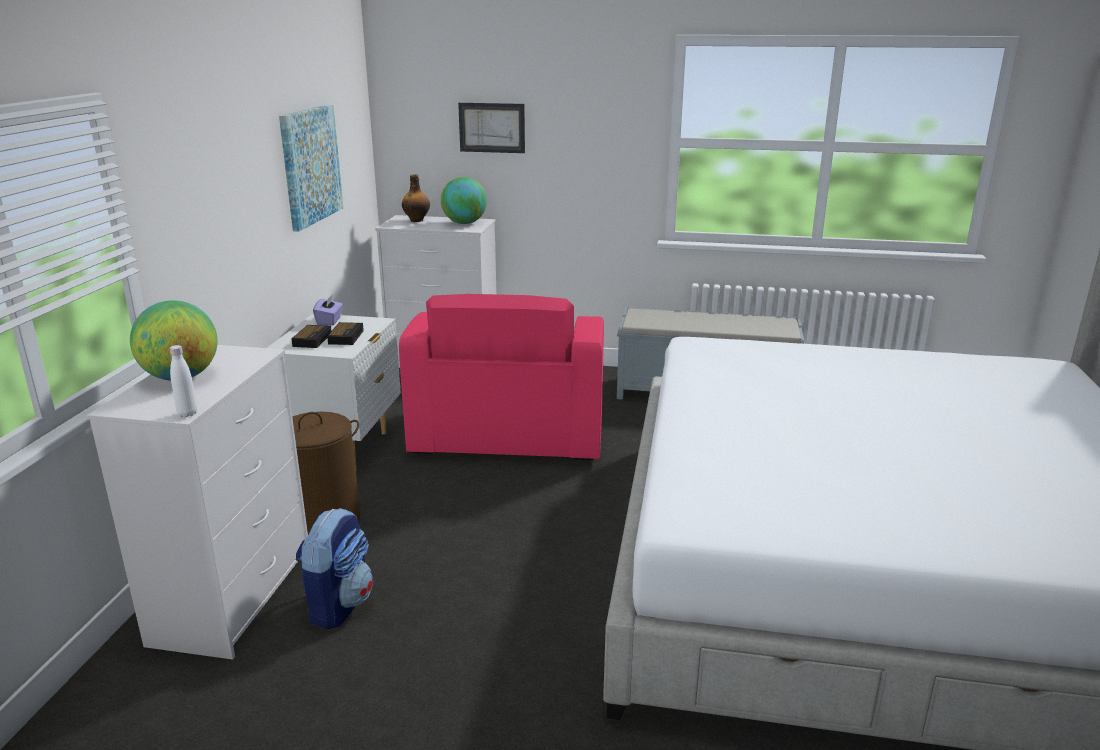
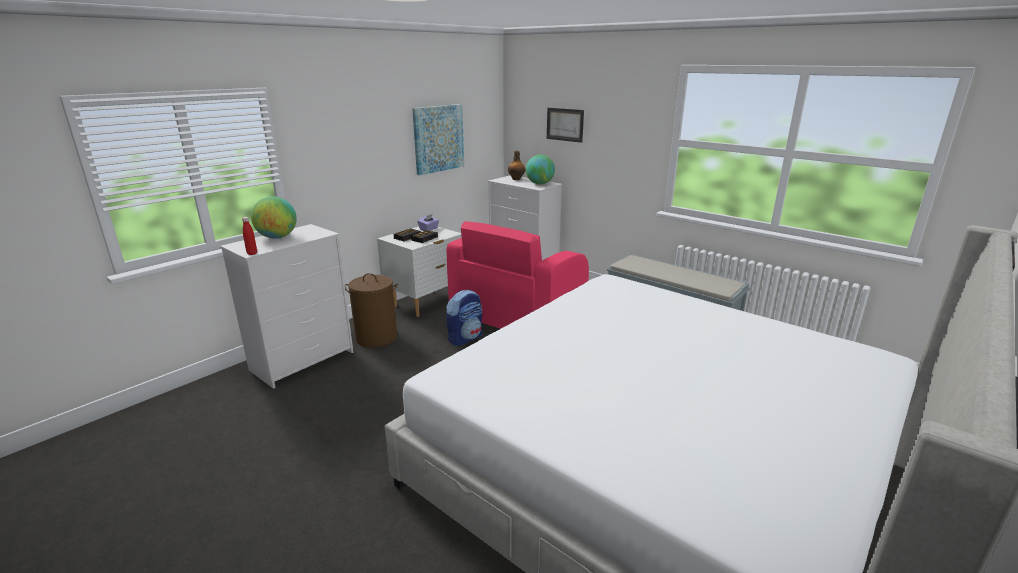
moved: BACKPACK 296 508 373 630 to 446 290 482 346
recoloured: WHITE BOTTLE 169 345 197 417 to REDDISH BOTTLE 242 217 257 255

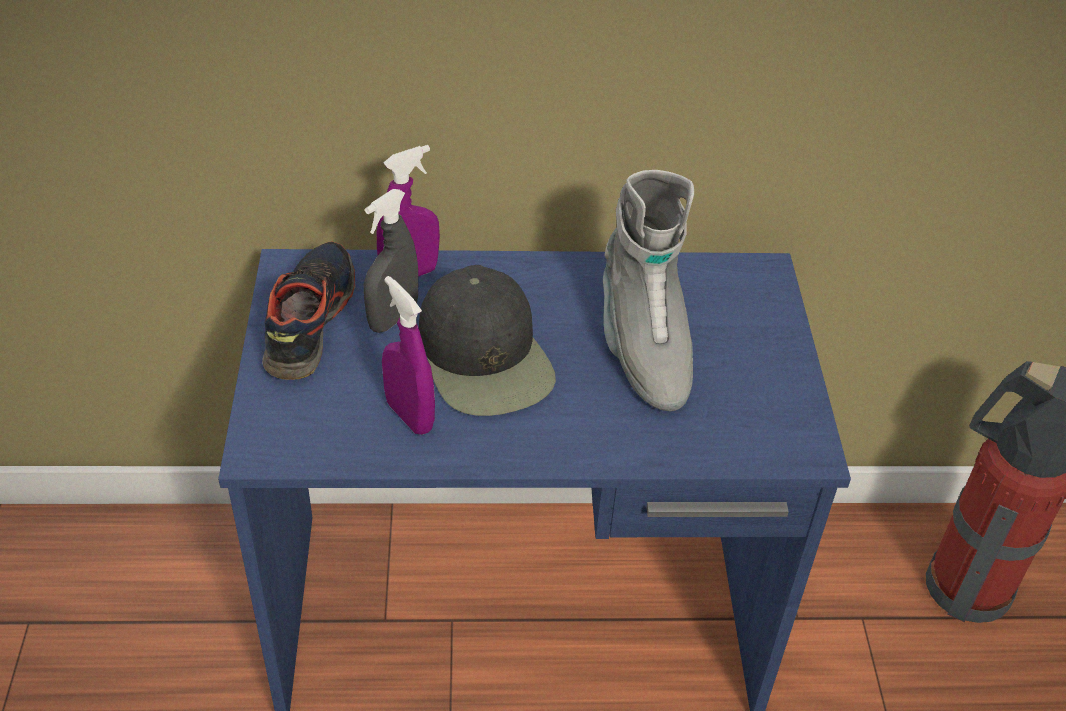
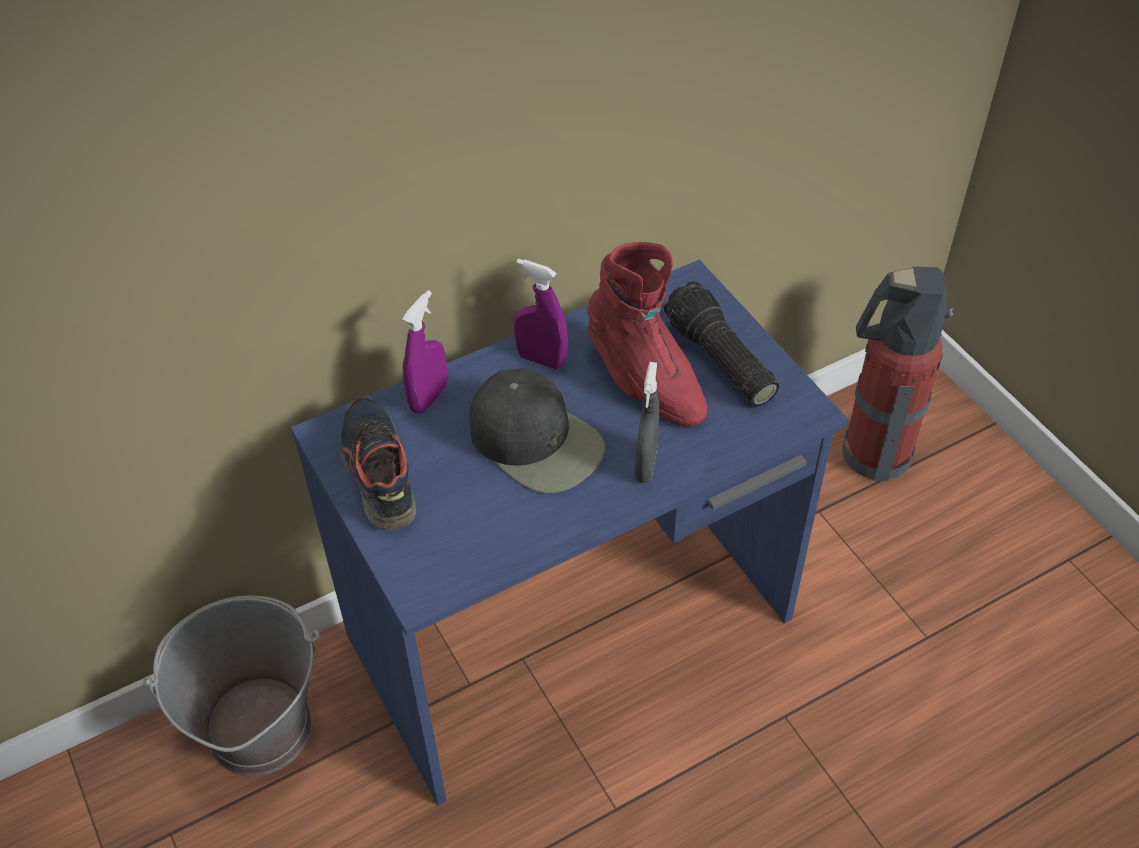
added: GREY PAIL 143 595 320 776; FLASHLIGHT 664 281 779 407
moved: PURPLE-COLOURED HAND SPRAYER 382 276 435 435 to 513 259 568 369; GREY HAND SPRAYER 364 189 418 333 to 635 362 659 483
recoloured: GREY TALL BOOT 603 170 694 411 to REDDISH TALL BOOT 587 242 707 426

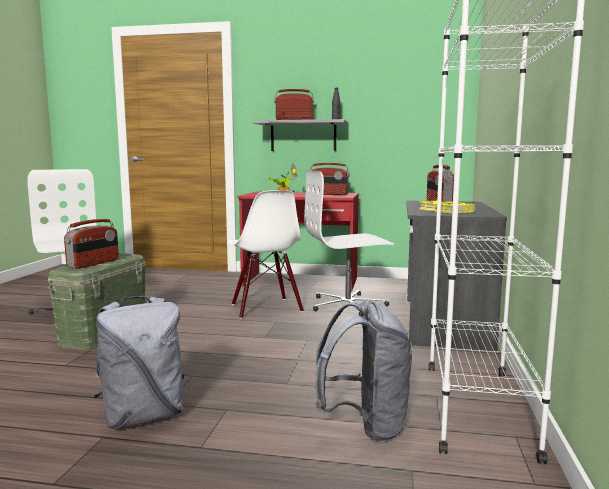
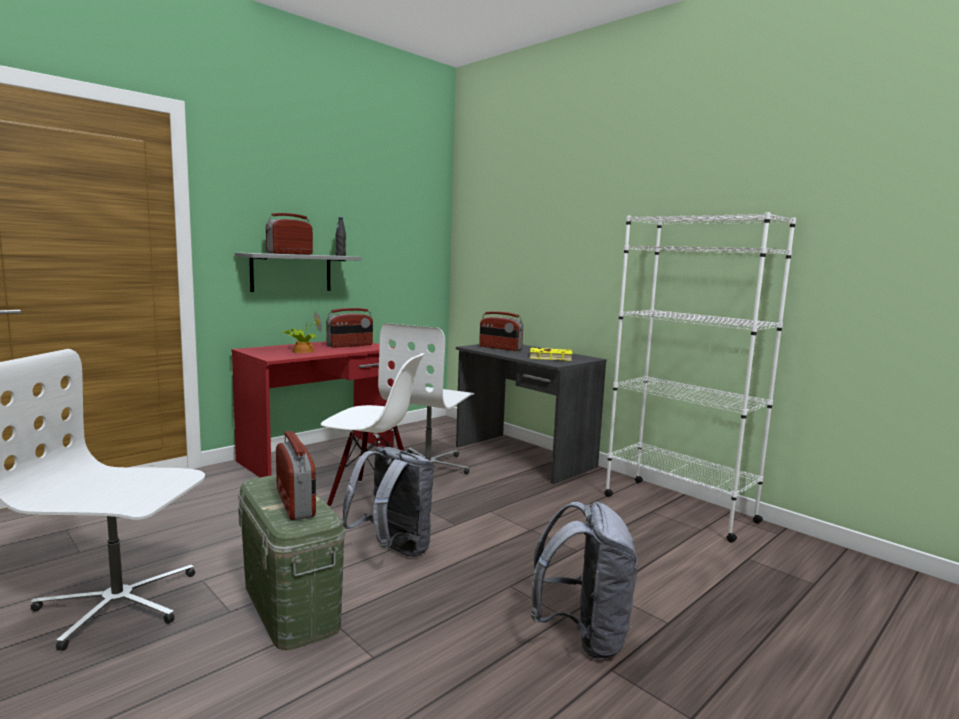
moved: GREY BACKPACK 316 301 412 442 to 342 447 434 557

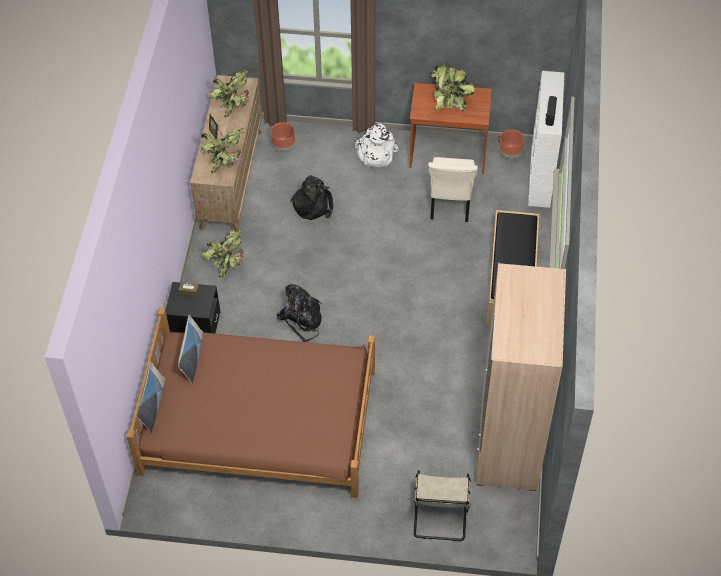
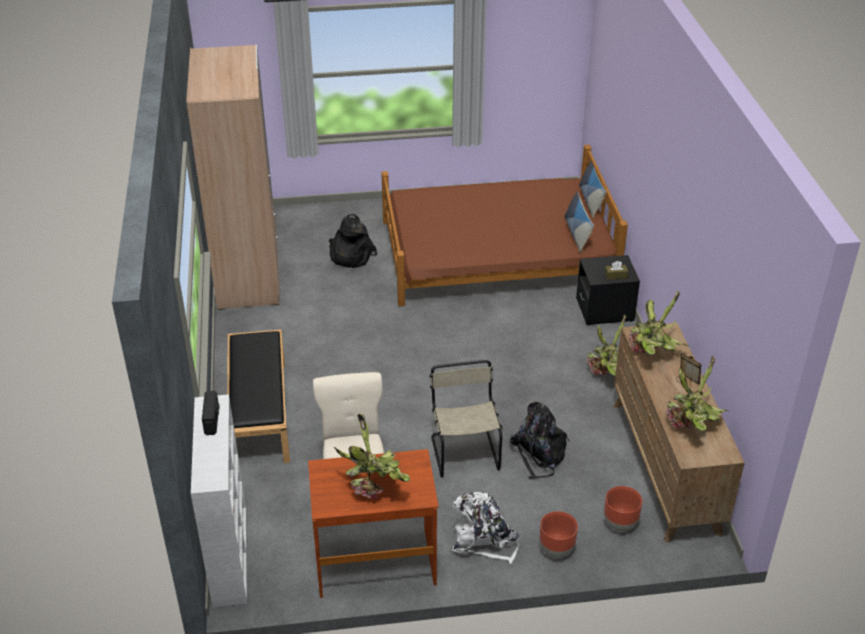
moved: BLACK-COLOURED BACKPACK 277 284 322 342 to 329 214 378 268; BEIGE-COLOURED CHAIR 414 470 471 541 to 429 360 502 477; BROWNISH PLANT POT 499 129 524 159 to 540 511 578 558

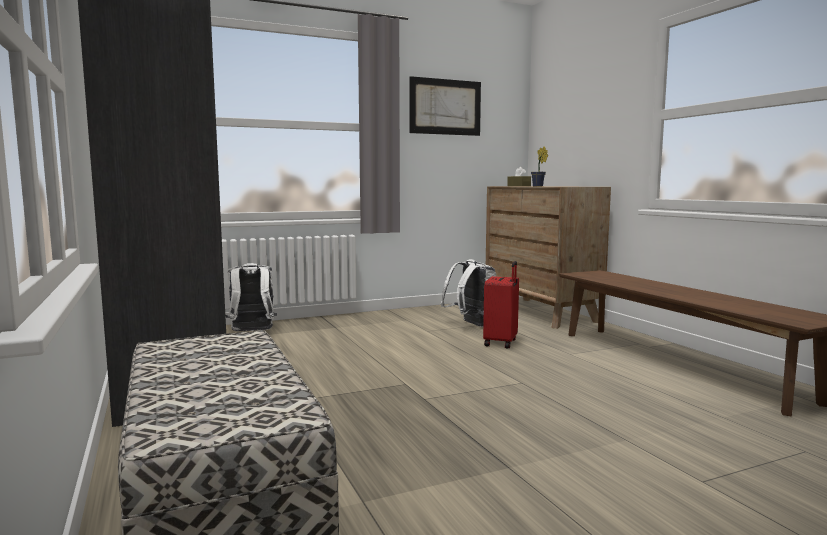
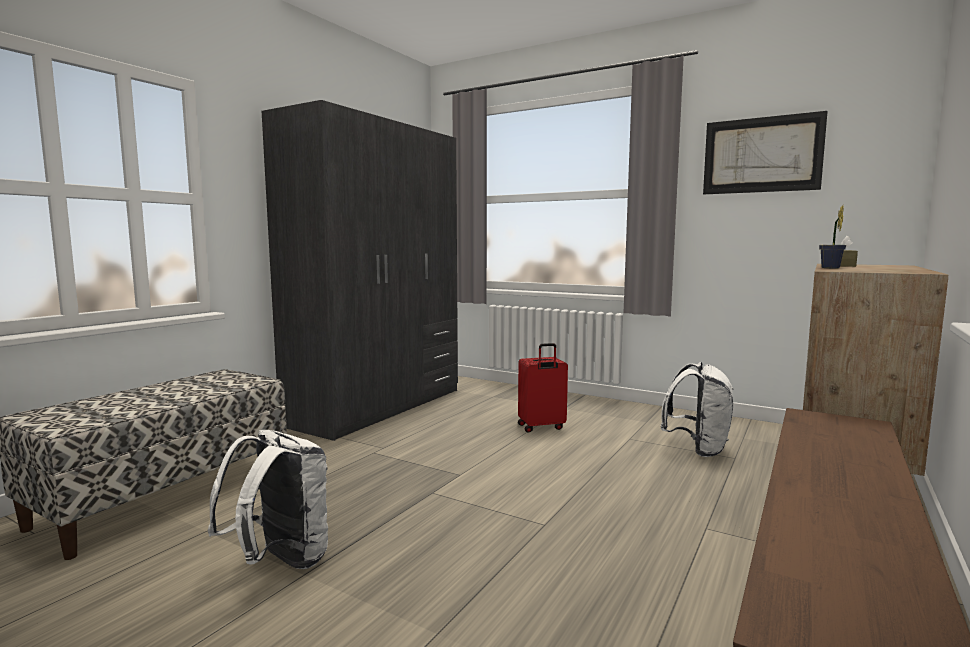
moved: WHITE BACKPACK 225 263 277 331 to 208 430 328 569; REDDISH PIECE OF LUGGAGE 483 261 519 349 to 518 343 568 433

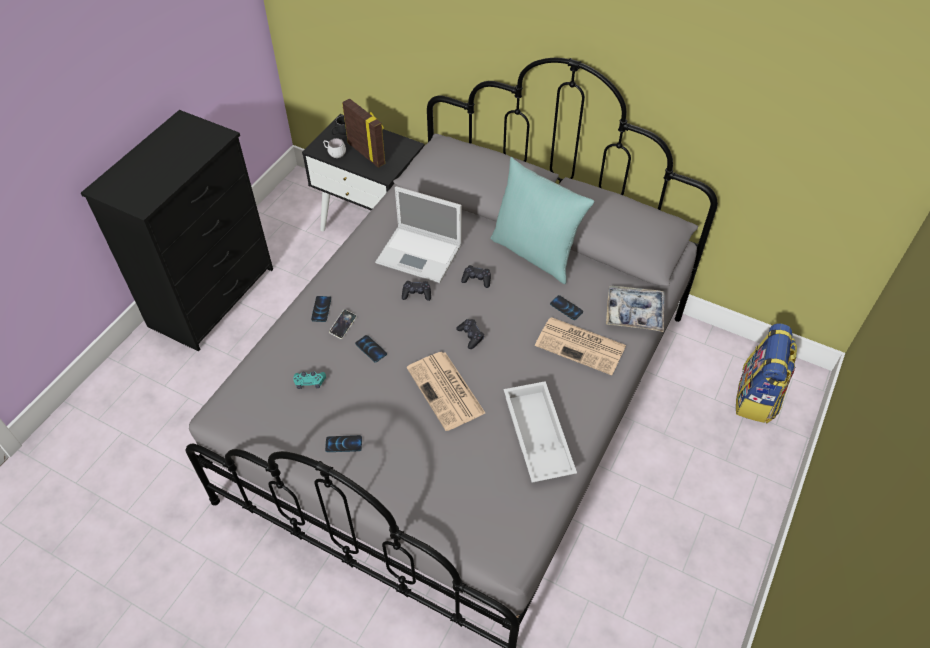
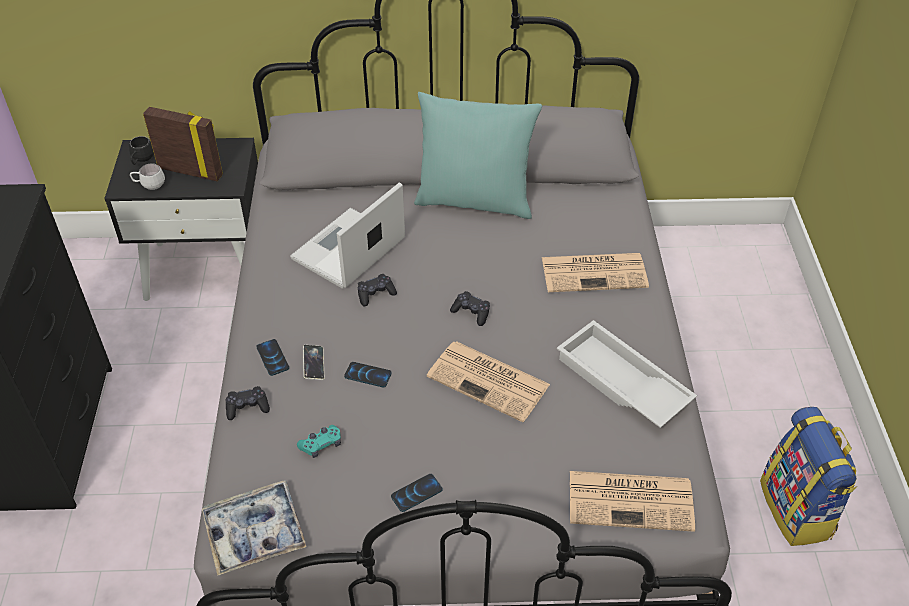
removed: HANDSET 550 295 583 320
added: DAILY PAPER 570 471 695 532
moved: SERVING TRAY 606 286 664 332 to 202 480 307 576; BLACK-COLOURED GAMEPAD 461 265 491 288 to 225 386 270 420; BACKPACK 736 323 797 424 to 760 407 858 546
turned: LAPTOP 375 186 462 283 = 290 182 405 289 135 degrees clockwise

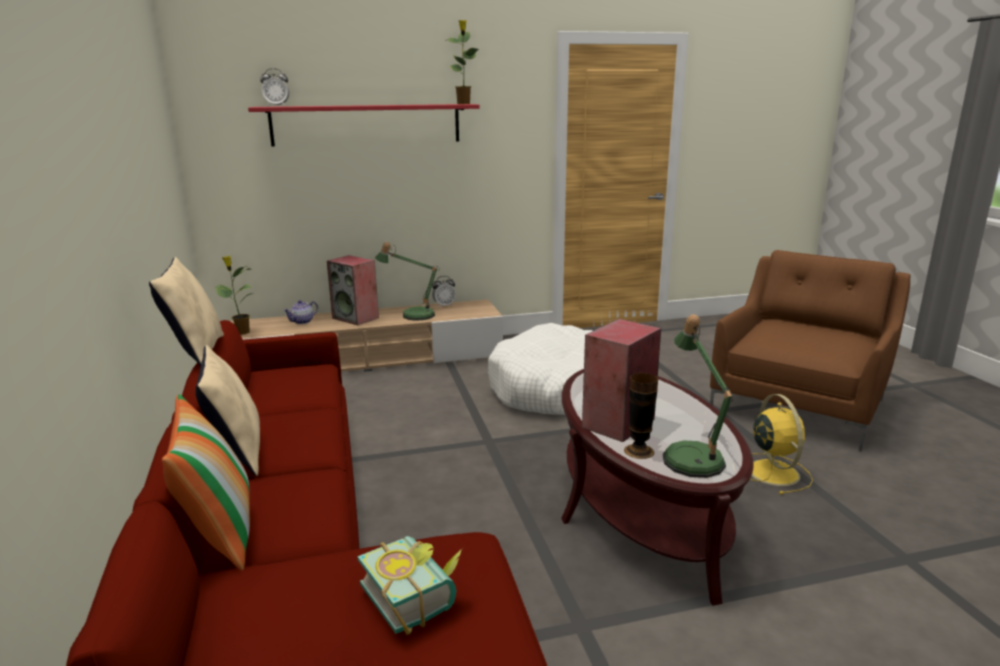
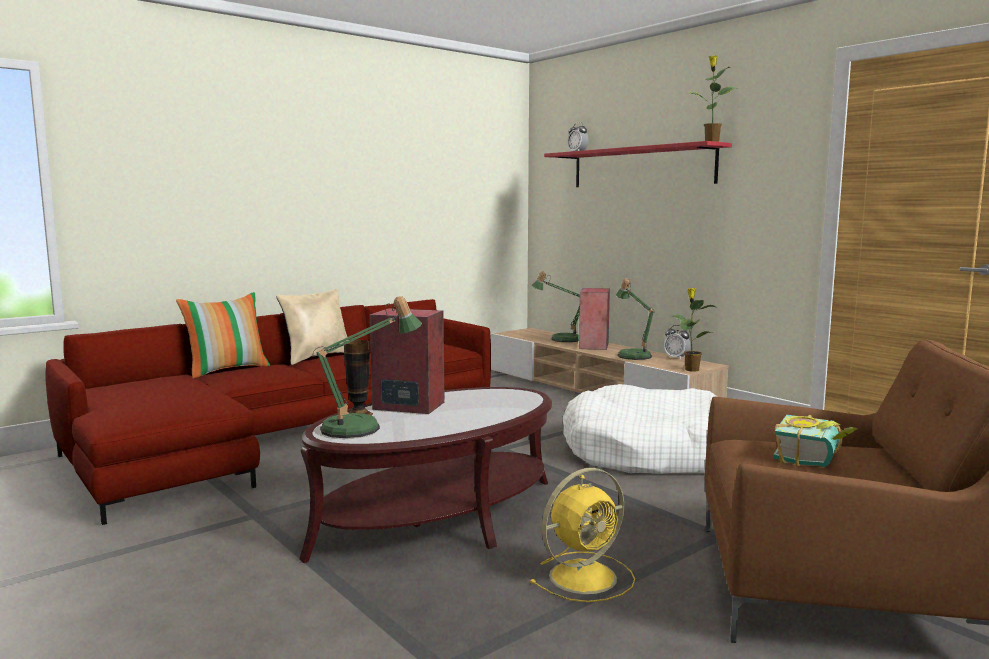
removed: BEIGE-COLOURED THROW PILLOW 149 257 224 367
moved: PLANT IN A POT 215 256 254 335 to 672 288 718 372; BOUND BOOK 357 536 464 635 to 773 415 858 467
replaced: POT FOR TEA 283 300 318 324 to TABLE LAMP 532 271 580 342

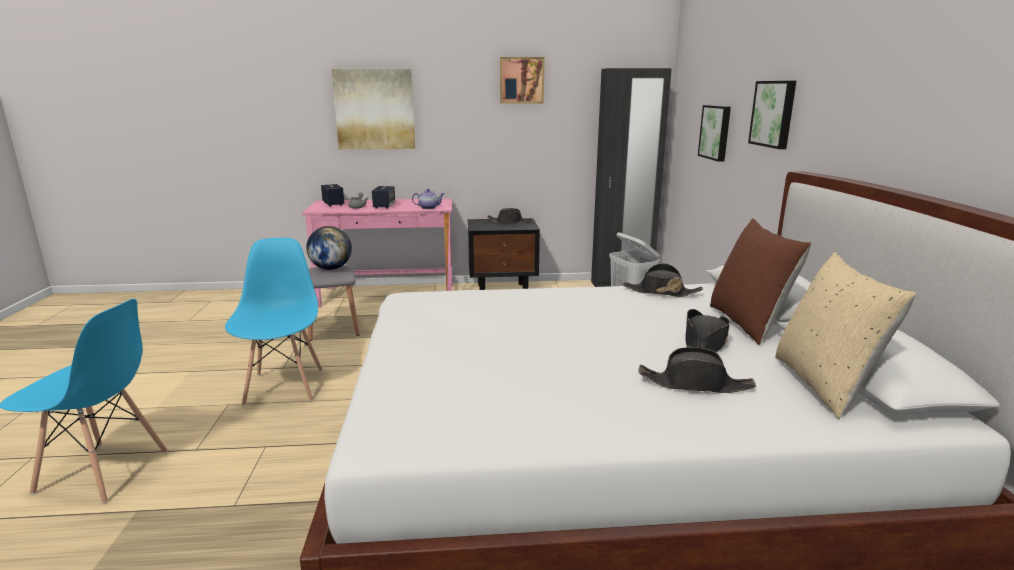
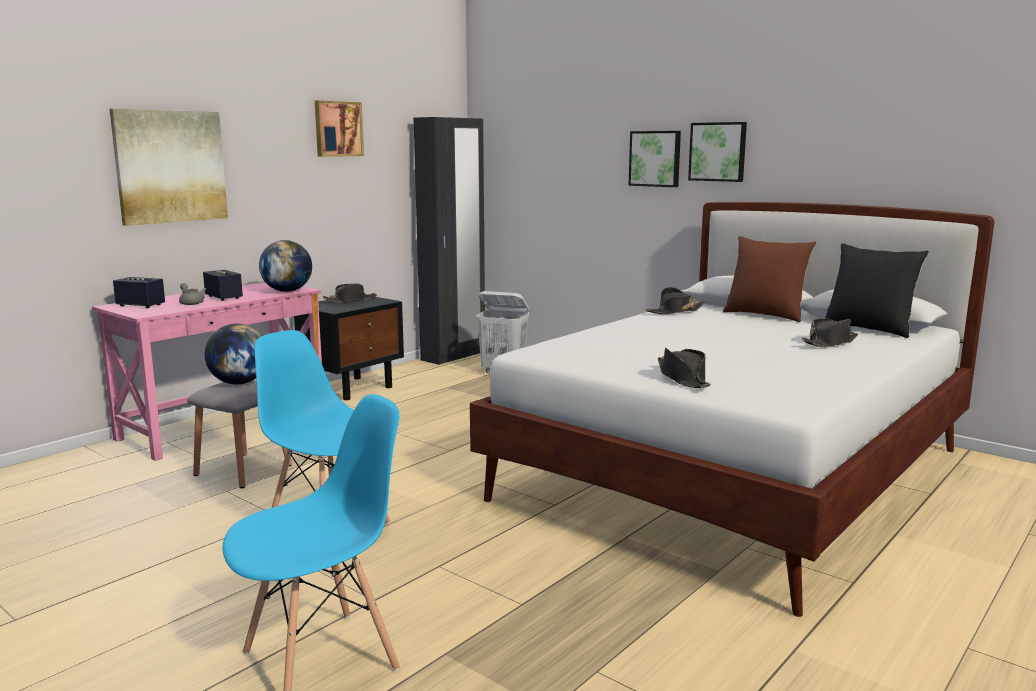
moved: BLACK-COLOURED WEARABLE HAT 685 309 730 352 to 658 348 711 388; PICTURE 698 105 731 162 to 688 122 747 182
replaced: POT FOR TEA 412 189 444 209 to GLOBE 259 240 312 292
recoloured: BEIGE-COLOURED THROW PILLOW 775 252 917 419 to BLACK-COLOURED THROW PILLOW 825 243 929 338

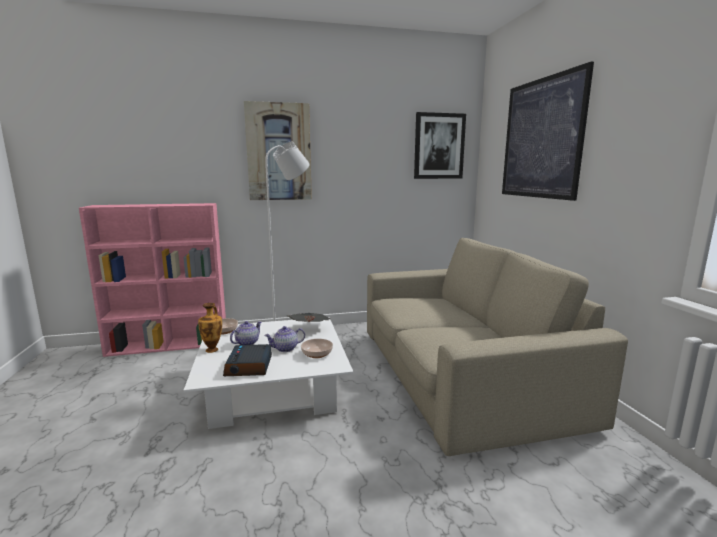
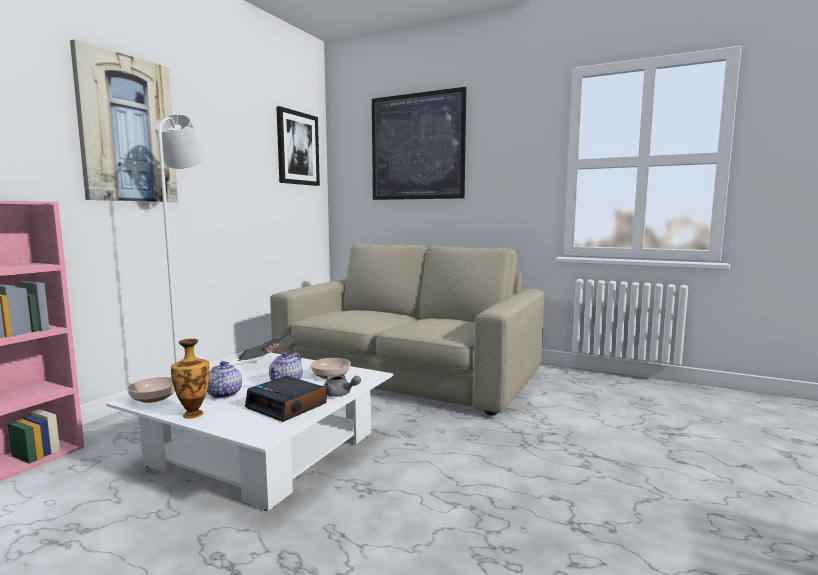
added: GREY POT FOR TEA 323 374 361 397

